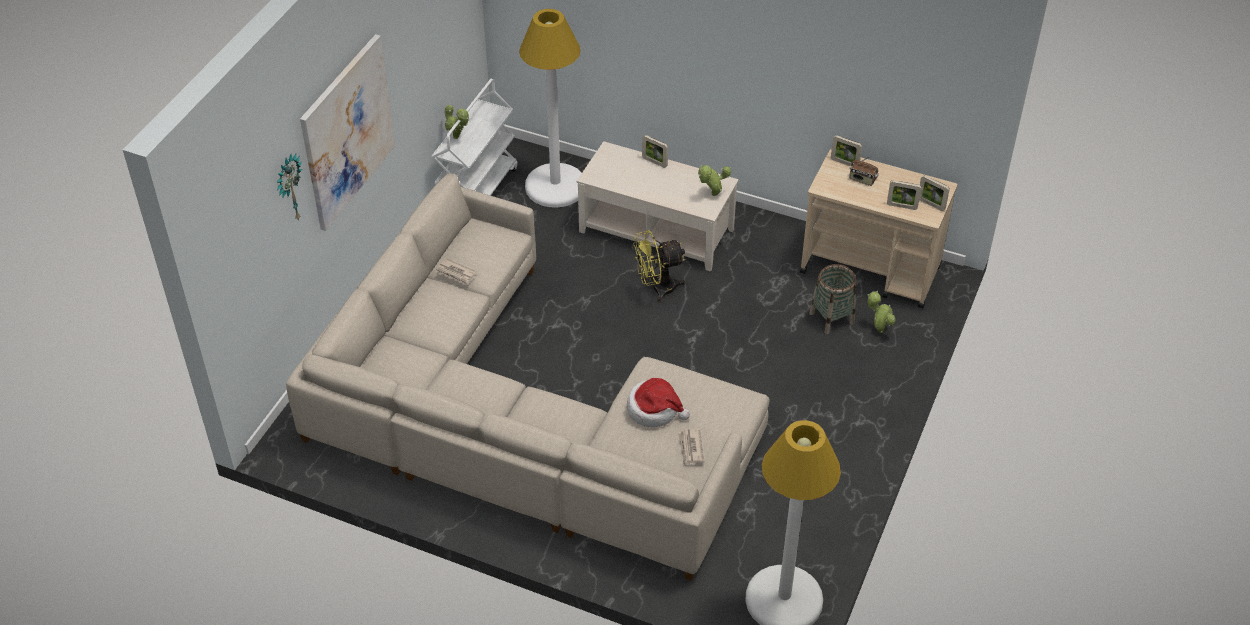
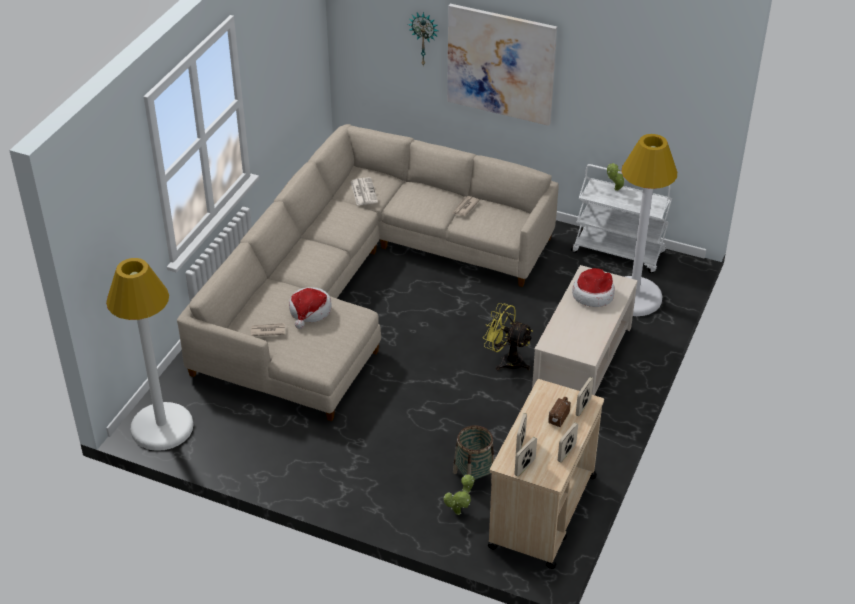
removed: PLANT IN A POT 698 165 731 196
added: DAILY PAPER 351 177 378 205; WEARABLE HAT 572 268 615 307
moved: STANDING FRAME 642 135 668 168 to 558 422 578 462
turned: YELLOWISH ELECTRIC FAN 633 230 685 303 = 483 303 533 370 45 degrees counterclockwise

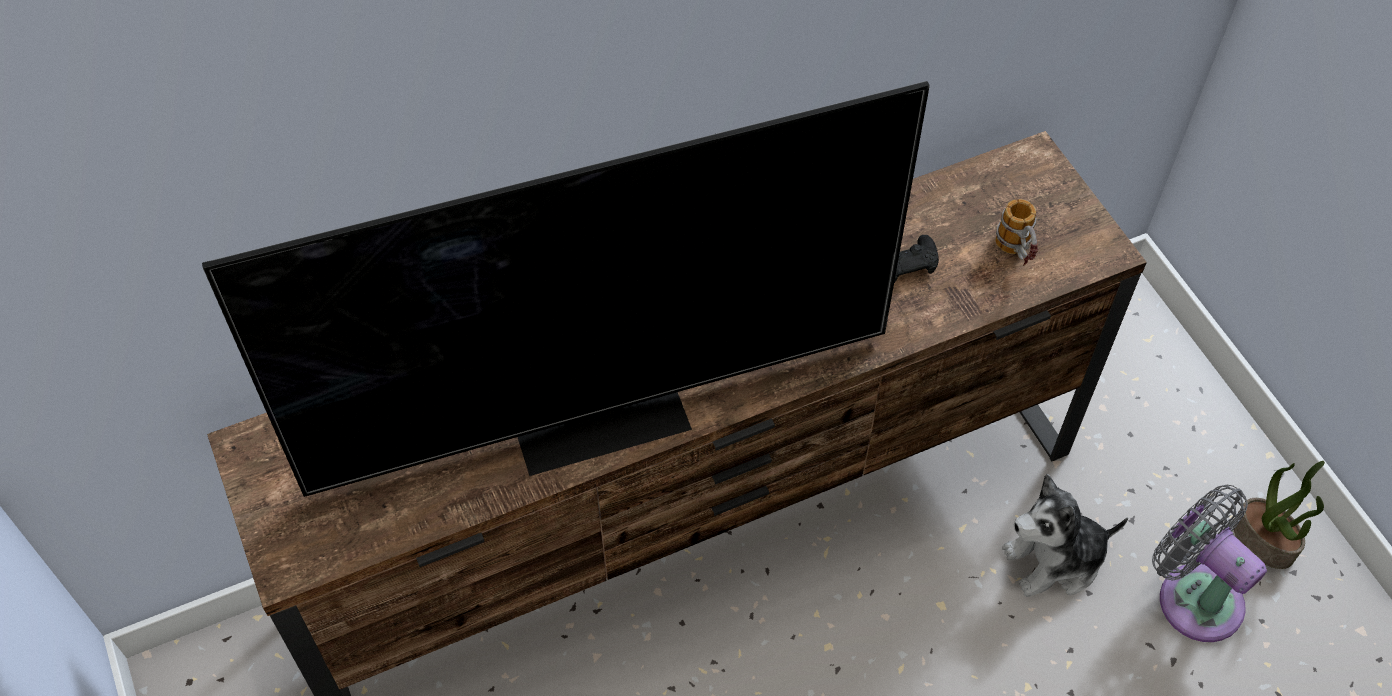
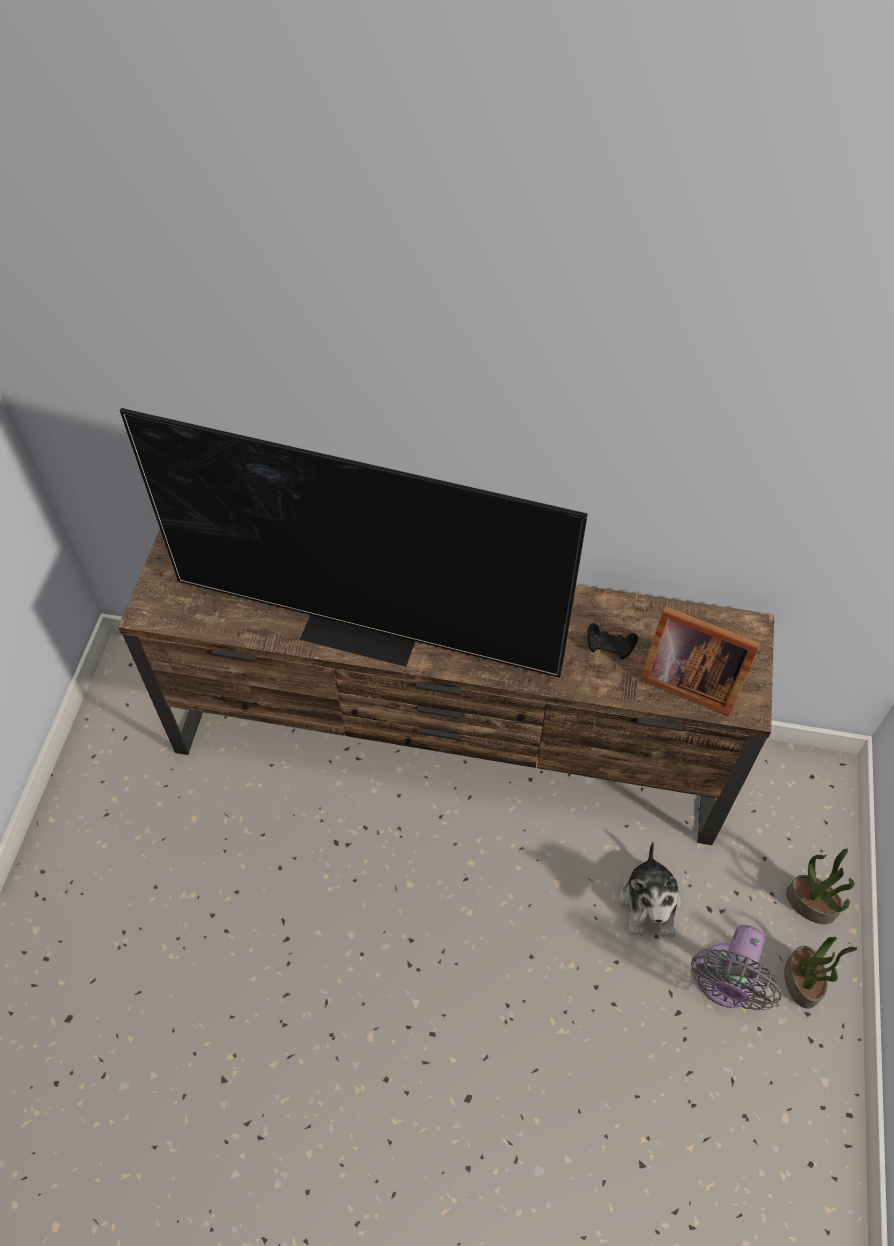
added: PLANT IN A POT 786 848 854 924
replaced: COFFEE MUG 995 199 1038 266 to STANDING FRAME 640 606 760 716
turned: SOFT TOY 1002 474 1128 597 = 620 842 681 937 105 degrees counterclockwise; GREY ELECTRIC FAN 1152 485 1267 642 = 691 925 782 1011 150 degrees counterclockwise

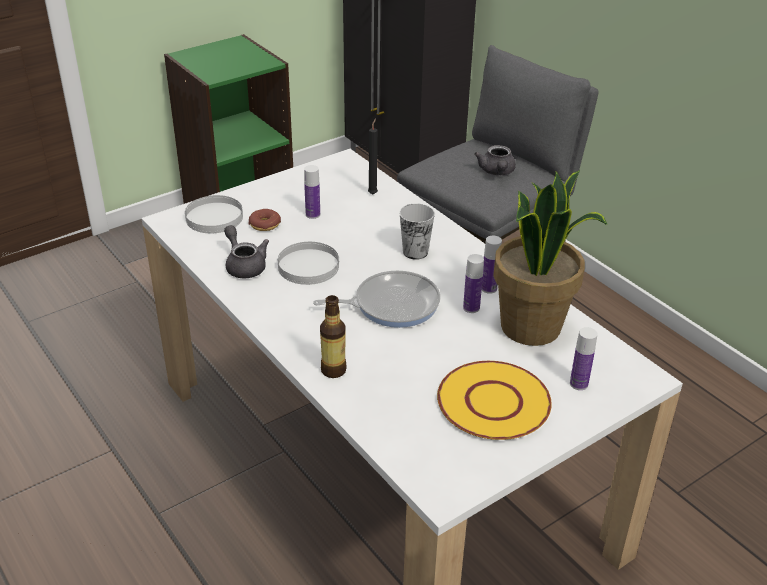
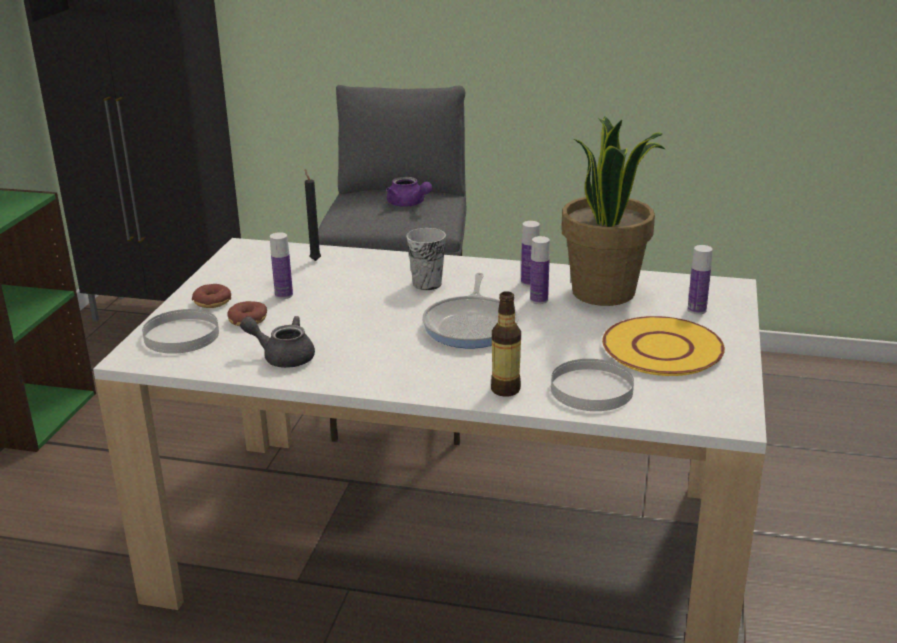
added: DONUT 192 284 231 308
moved: WHITE FLAT DISH 278 242 339 285 to 551 359 634 411
recoloured: GREY POT FOR TEA 474 145 516 175 to PURPLE-COLOURED POT FOR TEA 386 177 432 207
turned: SKILLET 313 270 440 328 = 422 273 519 348 150 degrees clockwise

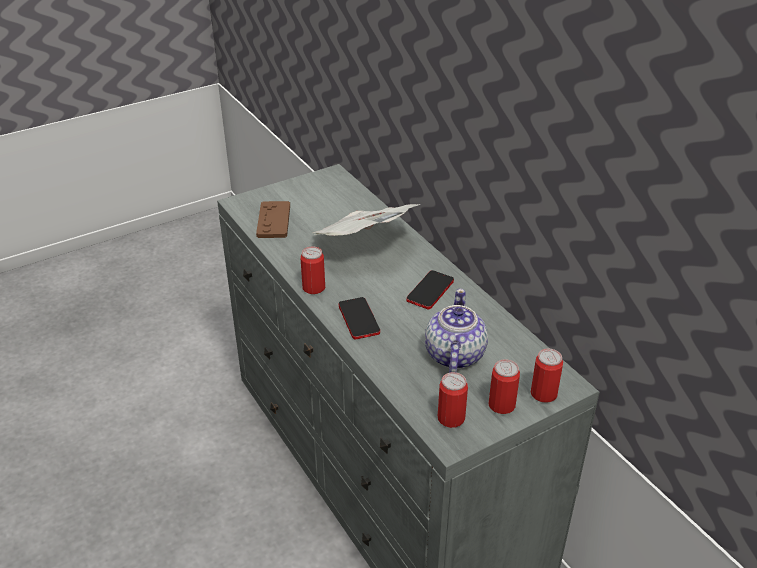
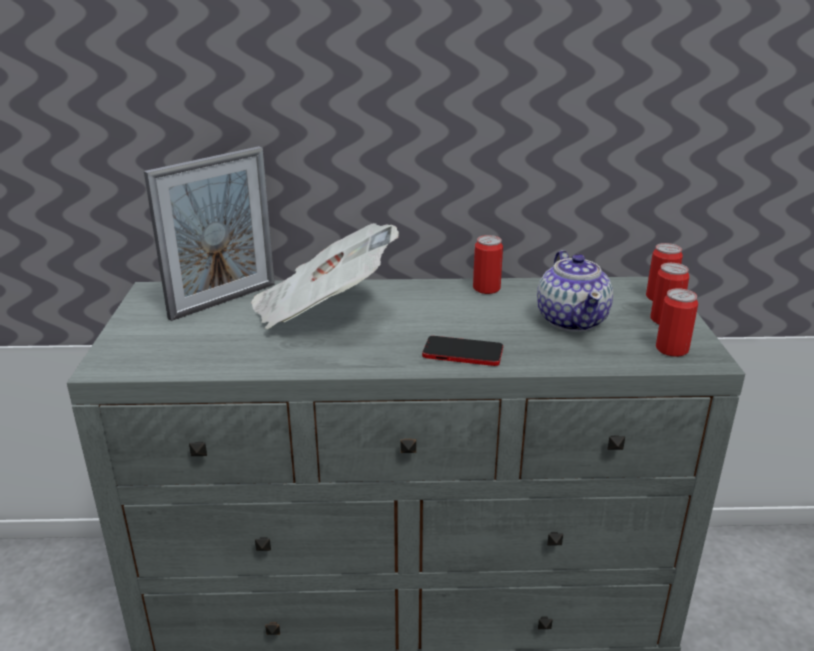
removed: BROWNISH GAMEPAD 256 201 290 238; HANDSET 406 270 454 309
added: STANDING FRAME 144 146 275 321
moved: METAL CAN 300 247 325 294 to 473 235 503 294
turned: POT FOR TEA 425 289 488 373 = 537 250 613 332 135 degrees counterclockwise

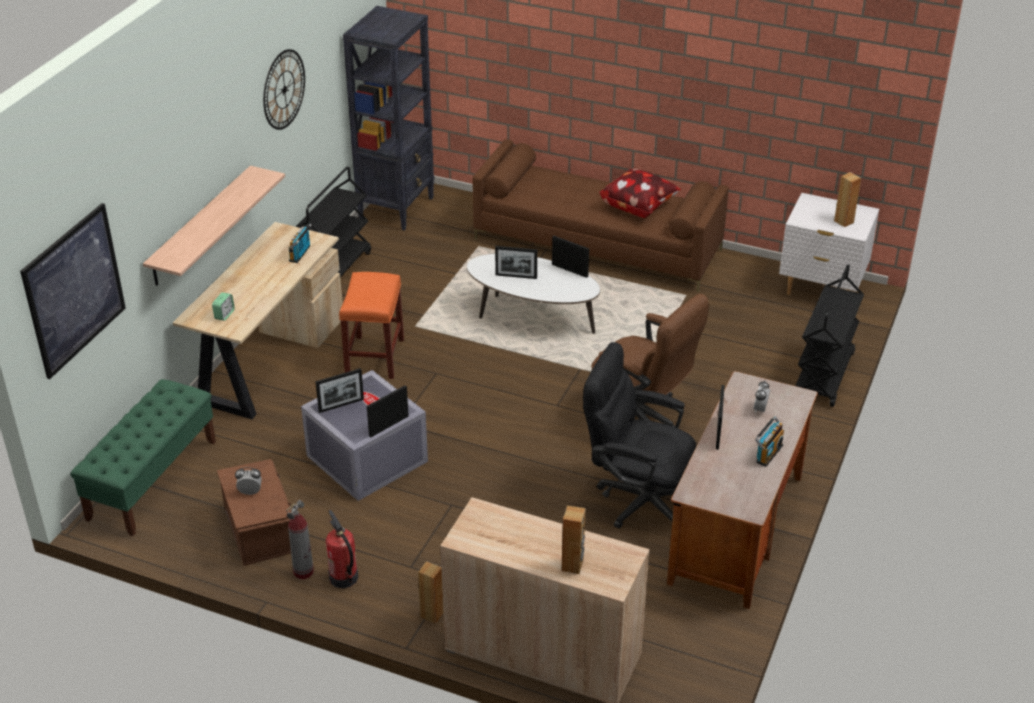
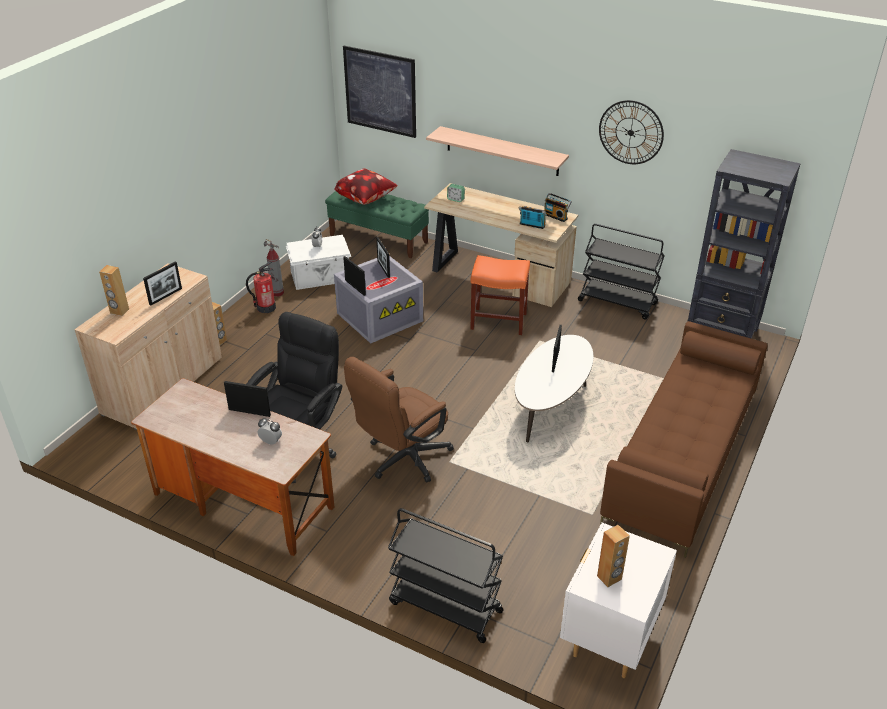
moved: STANDING FRAME 552 236 589 278 to 143 262 182 306; THROW PILLOW 599 169 681 218 to 334 168 398 205; RADIO 755 416 784 467 to 544 193 571 222
recoloured: BROWNISH STORAGE CONTAINER 217 459 291 566 to WHITE STORAGE CONTAINER 286 235 351 290

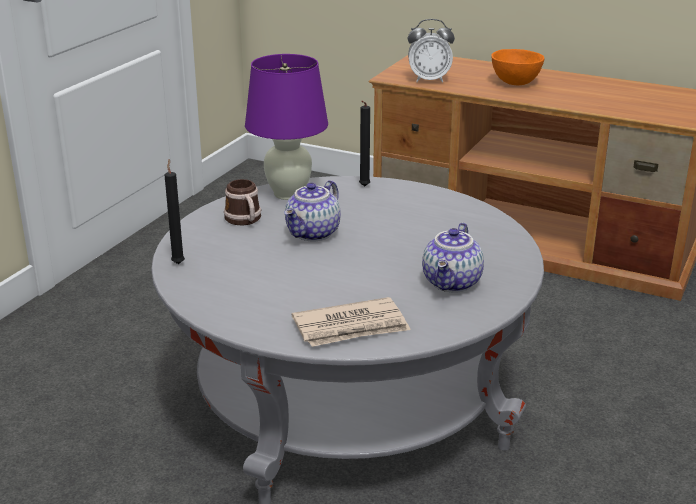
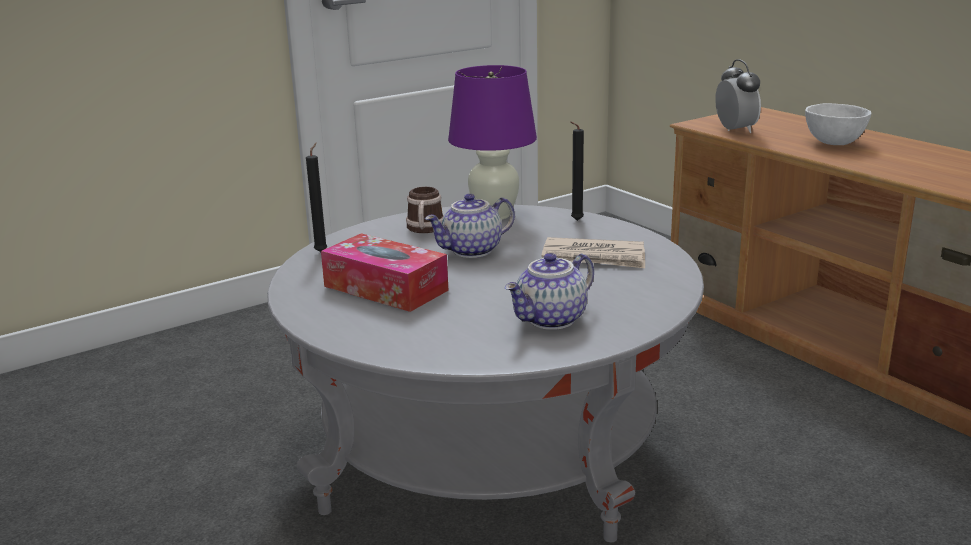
added: TISSUE HOLDER 321 233 449 312
moved: DAILY PAPER 291 297 410 347 to 541 237 645 268
recoloured: ORANGEY BOWL 491 49 544 85 to WHITE BOWL 805 103 871 145
turned: TABLE CLOCK 408 19 455 83 = 715 59 761 133 135 degrees counterclockwise

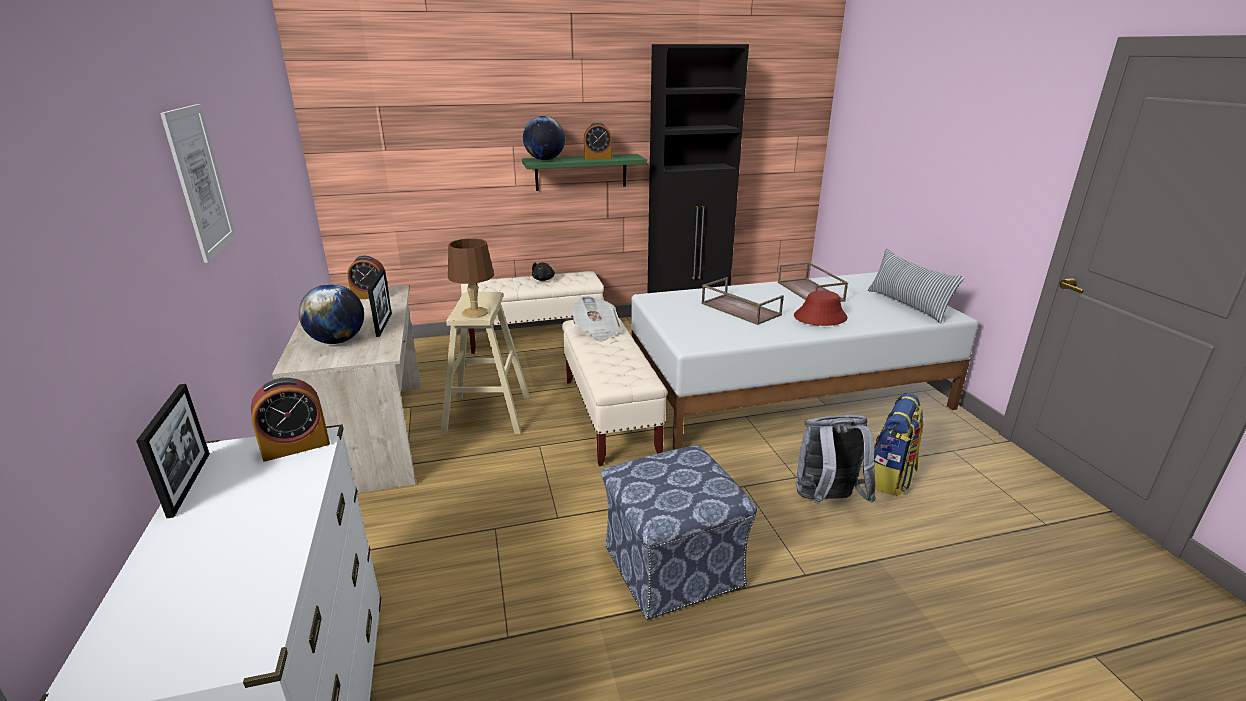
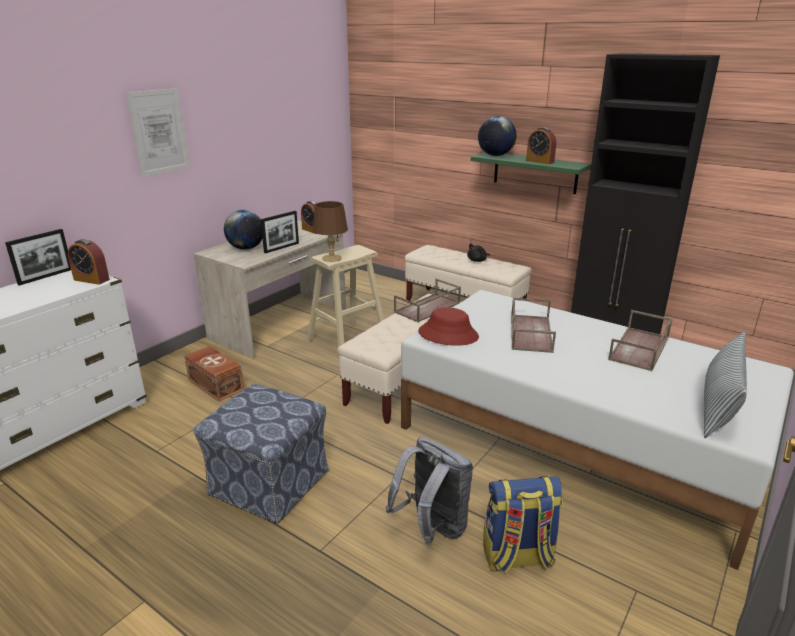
added: BROWNISH STORAGE CONTAINER 184 346 244 402
moved: REDDISH WEARABLE HAT 794 290 847 326 to 418 307 479 346
replaced: DAILY PAPER 572 296 621 342 to BROWNISH SERVING TRAY 394 279 461 322

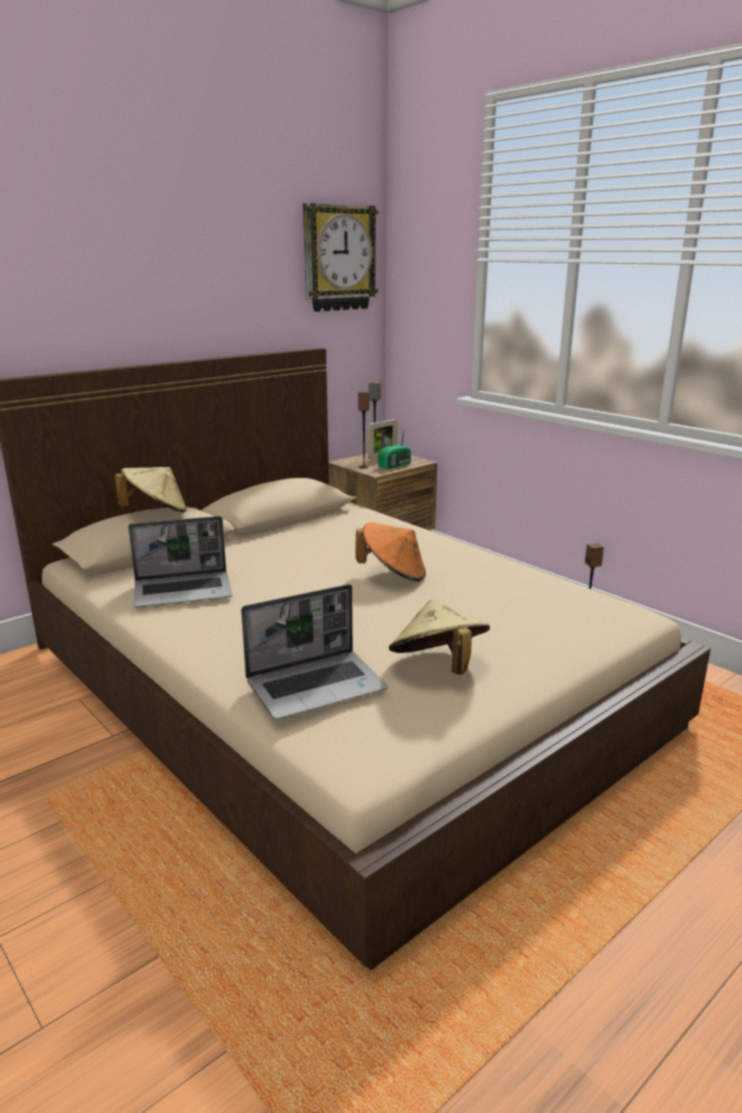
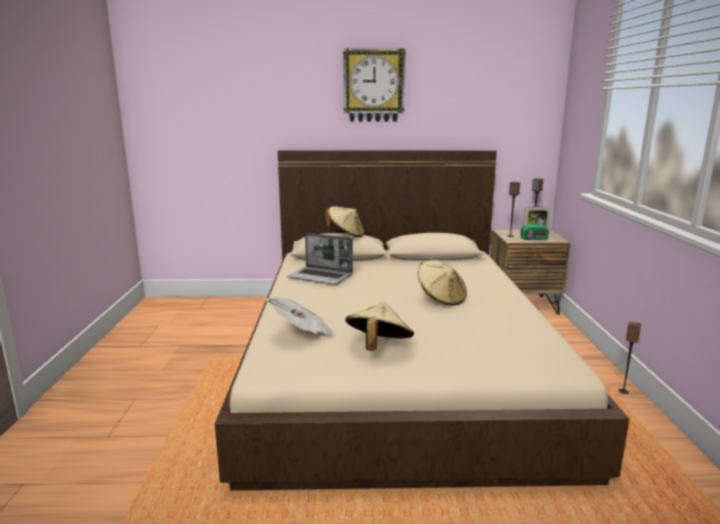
moved: HANGING CLOCK 303 203 378 312 to 343 48 406 122
replaced: LAPTOP 241 584 388 719 to DAILY PAPER 266 297 336 335
recoloured: ORANGEY WEARABLE HAT 356 522 426 581 to BEIGE-COLOURED WEARABLE HAT 418 260 467 306

